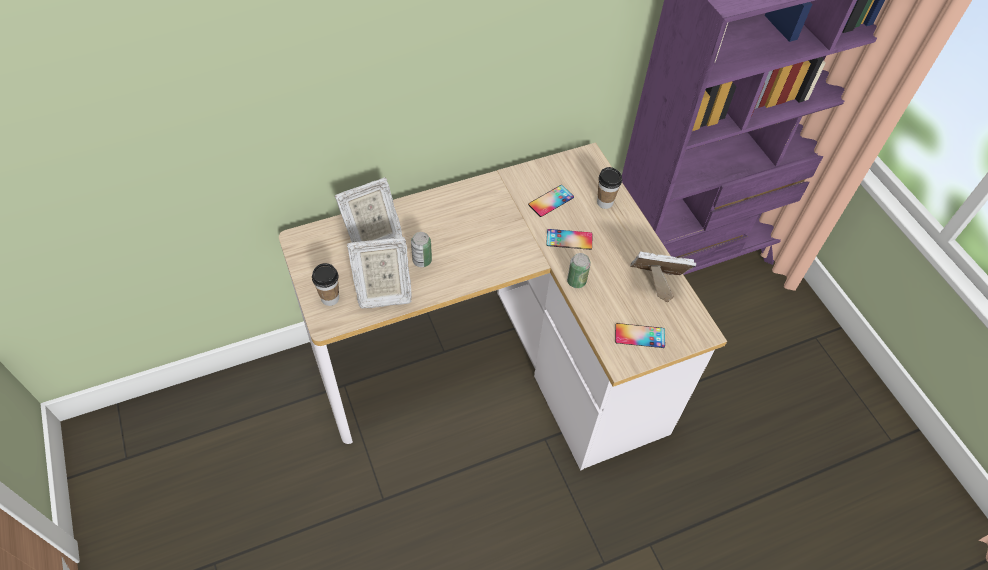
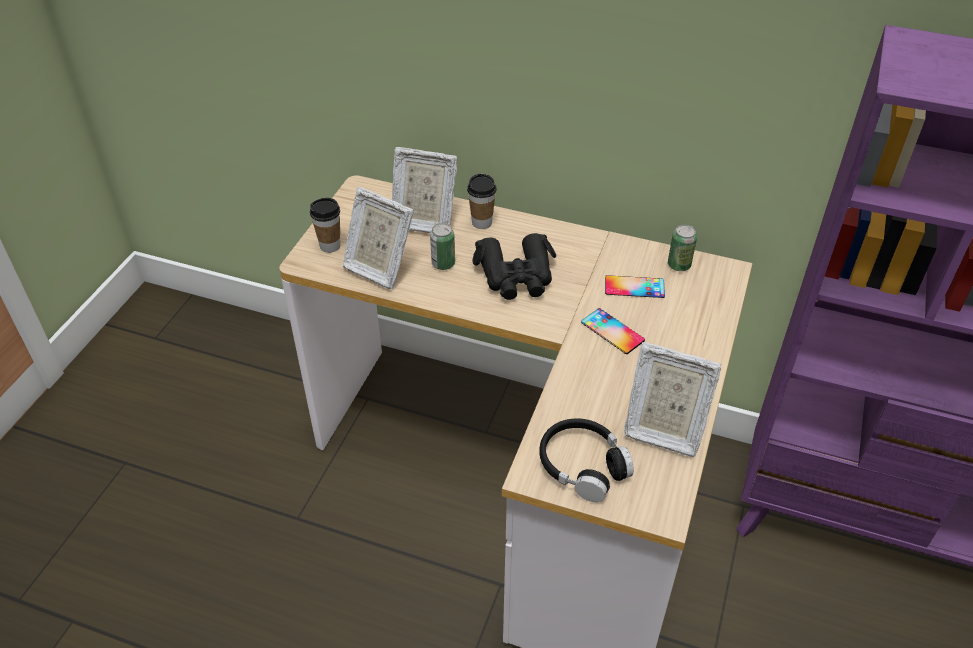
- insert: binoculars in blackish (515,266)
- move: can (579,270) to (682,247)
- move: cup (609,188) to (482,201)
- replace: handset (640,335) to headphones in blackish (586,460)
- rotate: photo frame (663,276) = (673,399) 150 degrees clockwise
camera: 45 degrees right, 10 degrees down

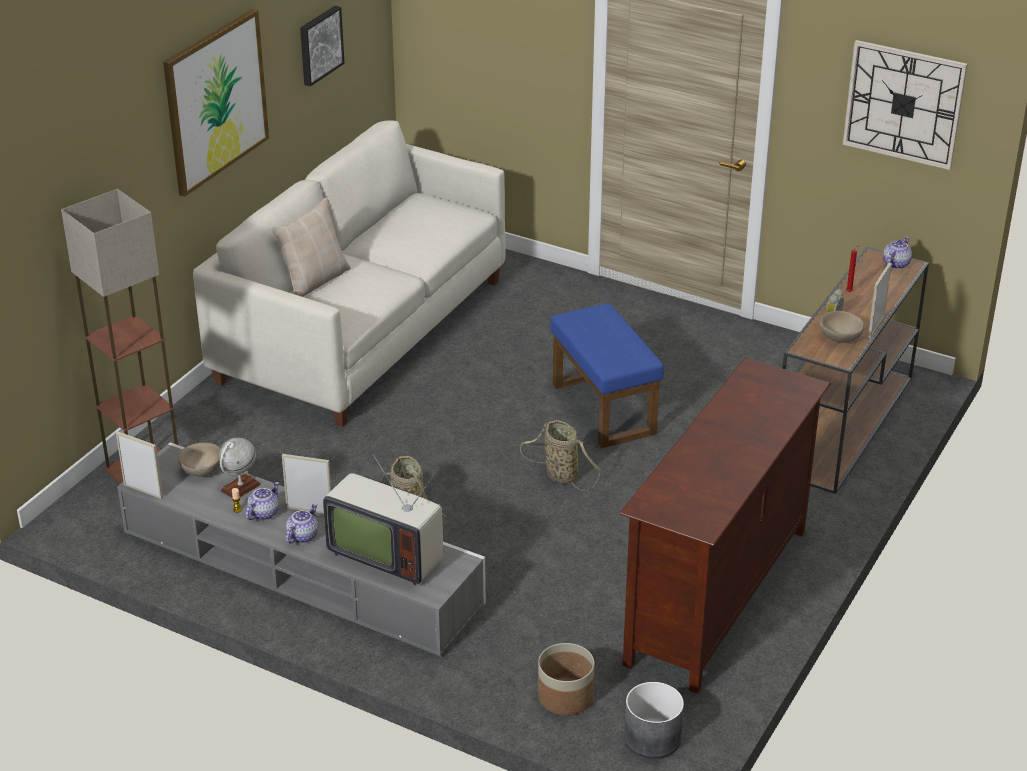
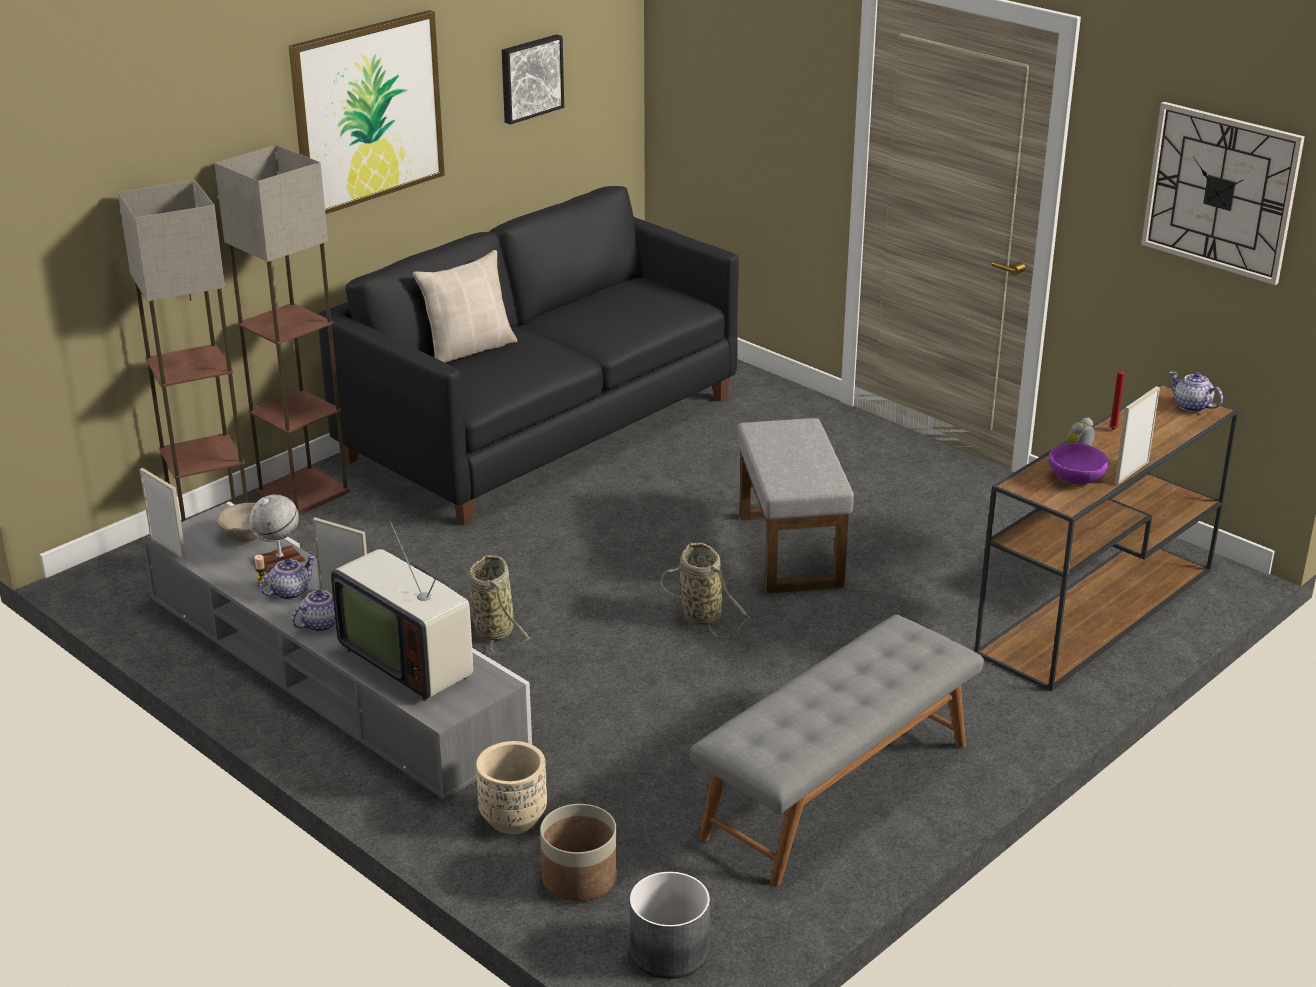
- insert: standing lamp (282,330)
- insert: planter in beige-coloured (511,787)
- replace: media console in brown (725,526) to long seat in gray (837,750)
- recolor: settee in white (349,273) to settee in blackish (528,356)
- recolor: pouffe in bluish (607,376) to pouffe in gray (795,506)
- recolor: deep dish in beige-coloured (842,327) to deep dish in purplish (1079,463)
- rotate: teapot (897,253) = (1196,391) 90 degrees counterclockwise
camera: 15 degrees right, 5 degrees down

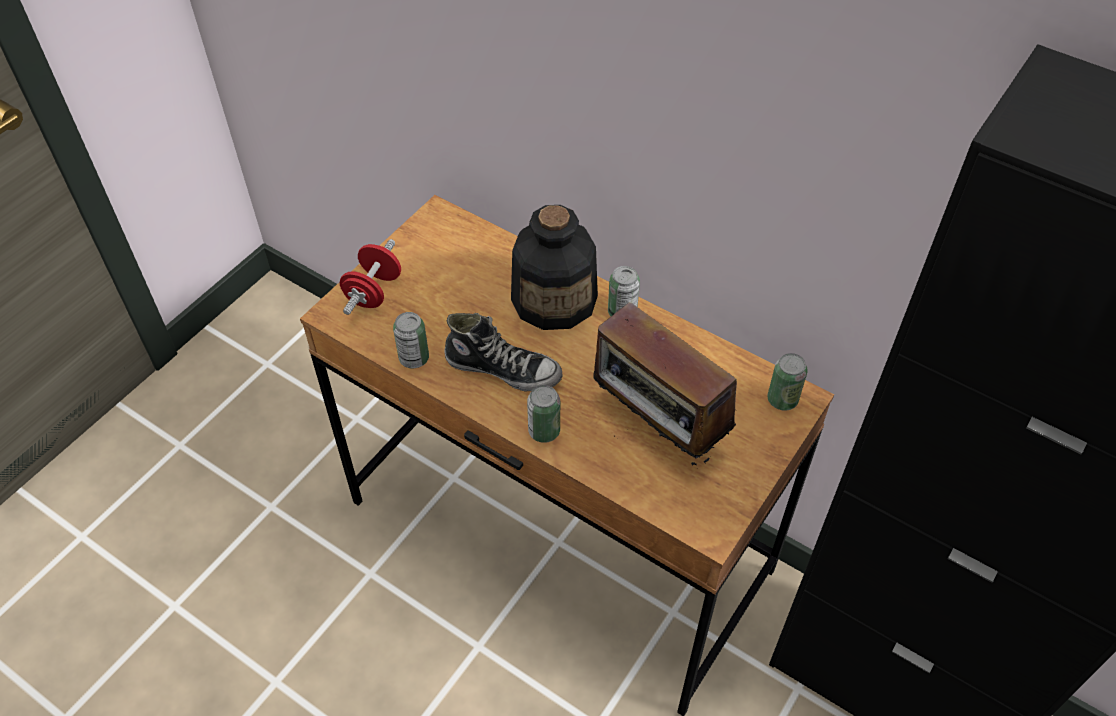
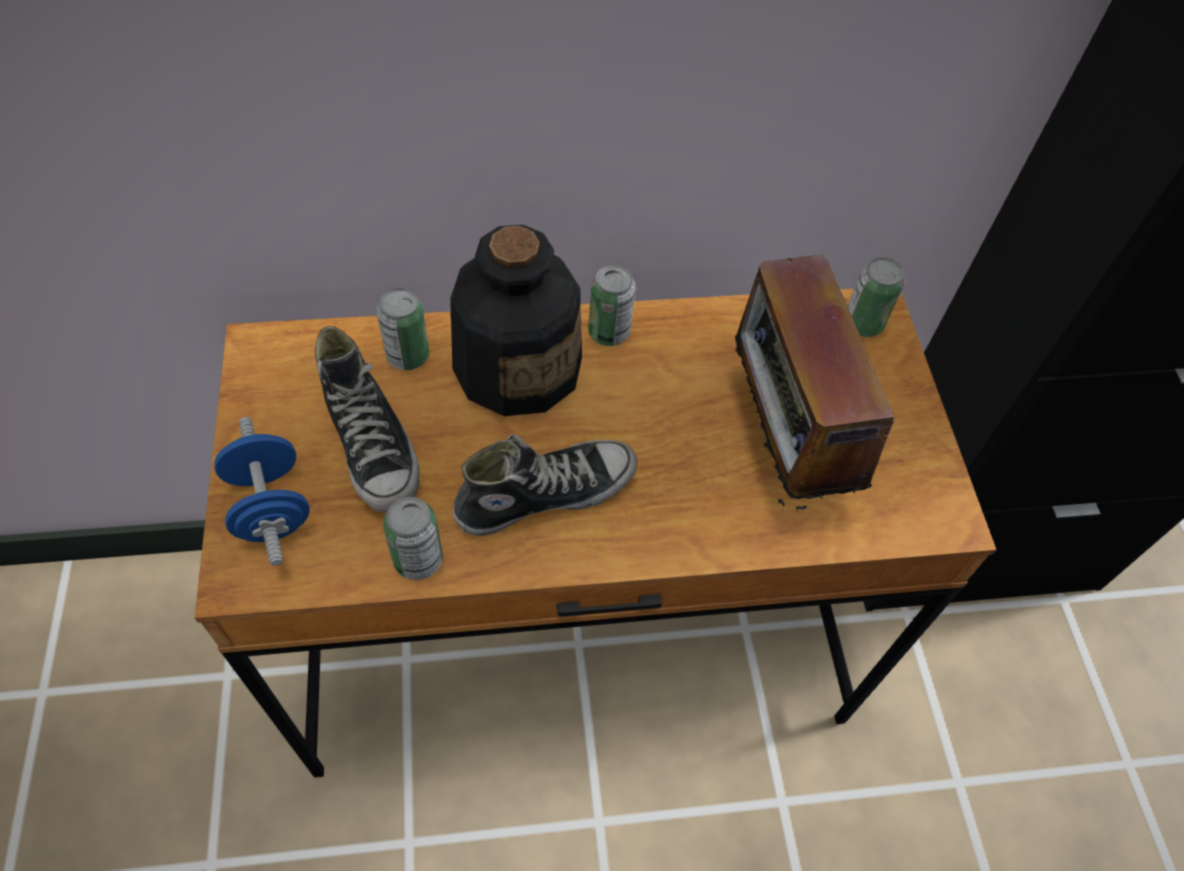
- insert: shoe (367,419)
- move: can (543,414) to (403,329)
- recolor: free weight in reddish (370,277) to free weight in bluish (262,491)
- rotate: radio (665,384) = (800,382) 75 degrees clockwise
camera: 45 degrees left, 5 degrees up

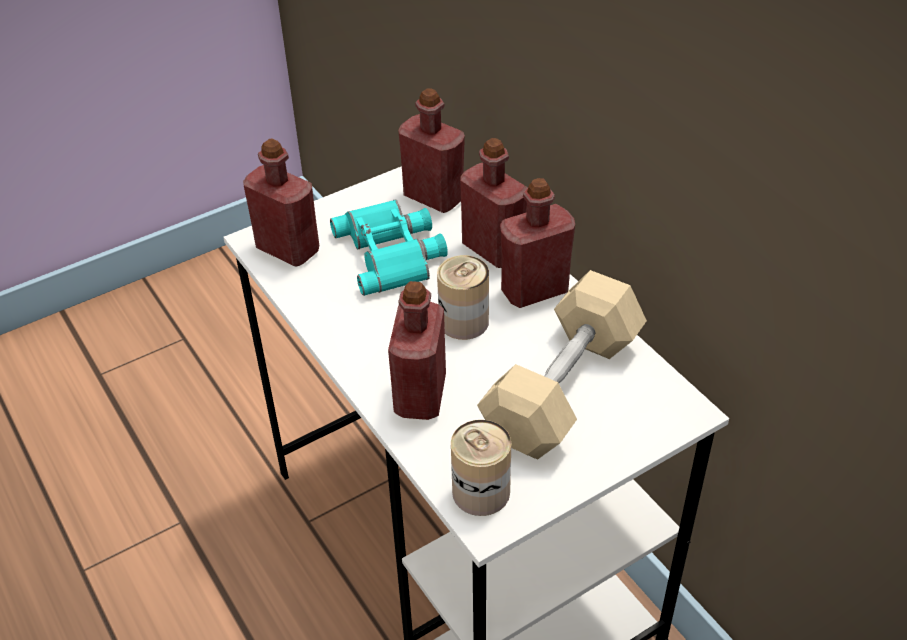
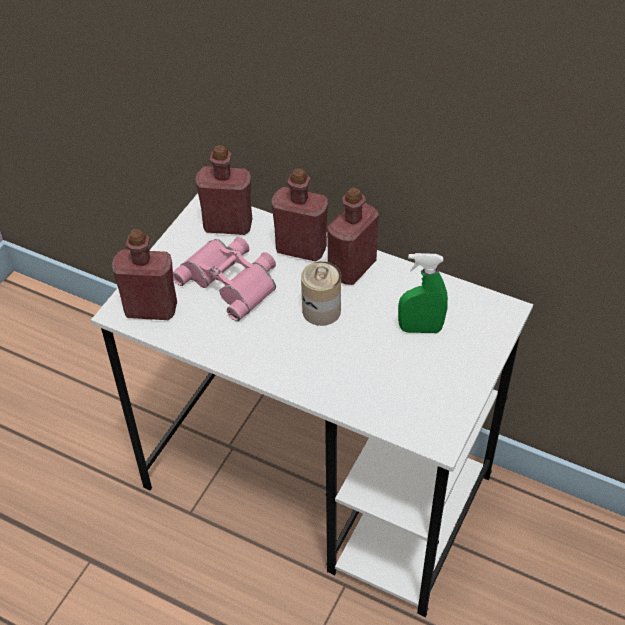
- delete: drink bottle in reddish (417,350)
- delete: can (481,468)
- replace: free weight in beige-coloured (562,365) to hand sprayer in greenish (423,293)
- recolor: binoculars in turquoise-coloured (389,247) to binoculars in pink (224,279)
camera: 30 degrees left, 5 degrees up

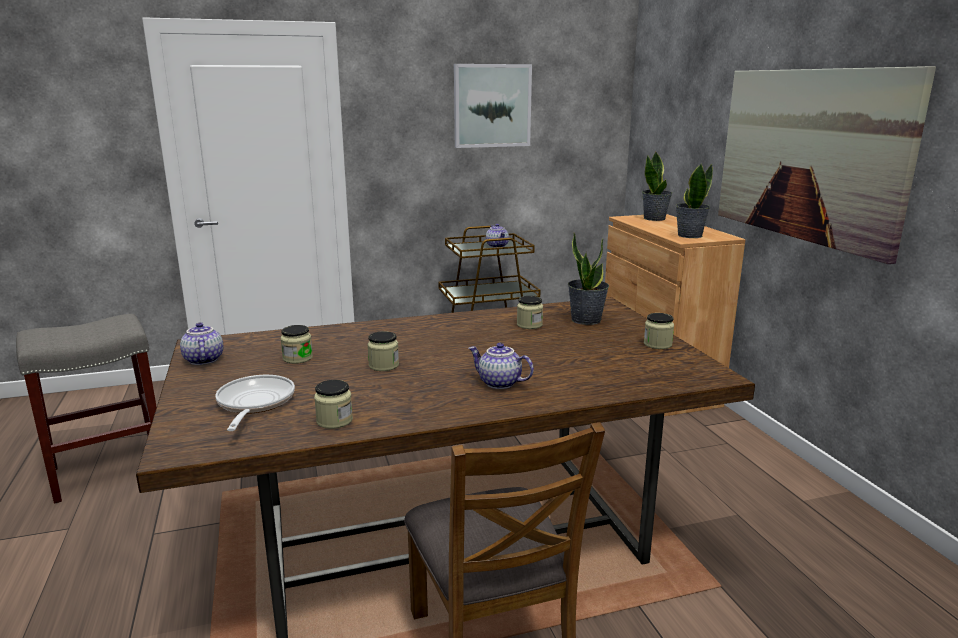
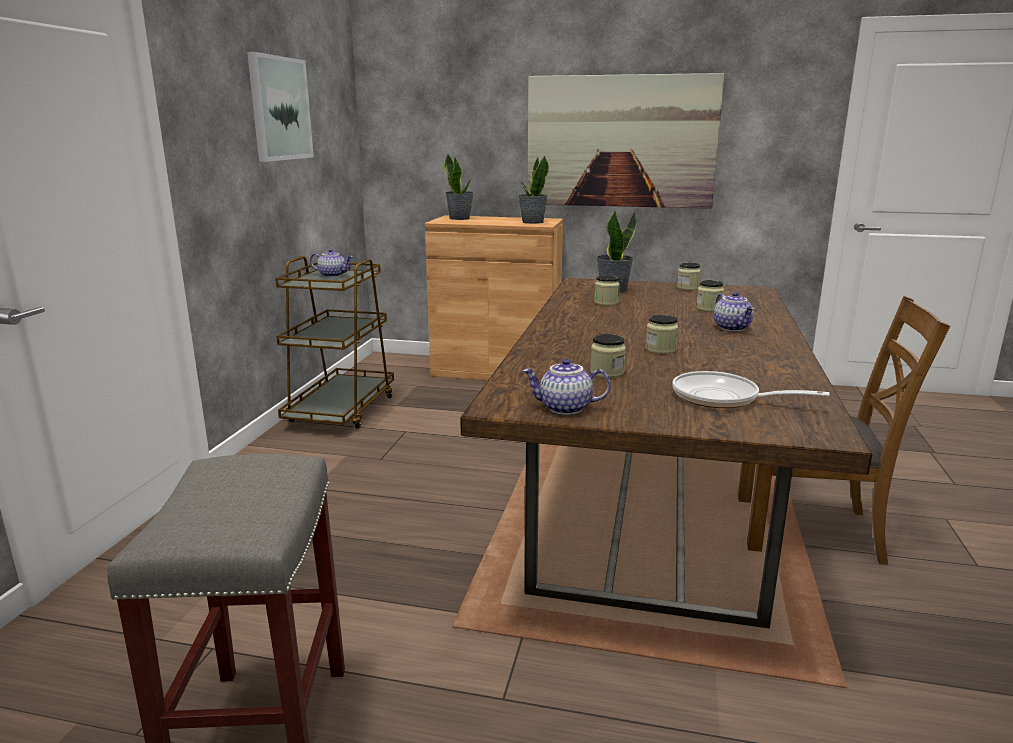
- move: storage jar (333,404) to (710,295)
- rotate: teapot (501,366) = (734,311) 75 degrees counterclockwise
camera: 60 degrees left, 0 degrees up

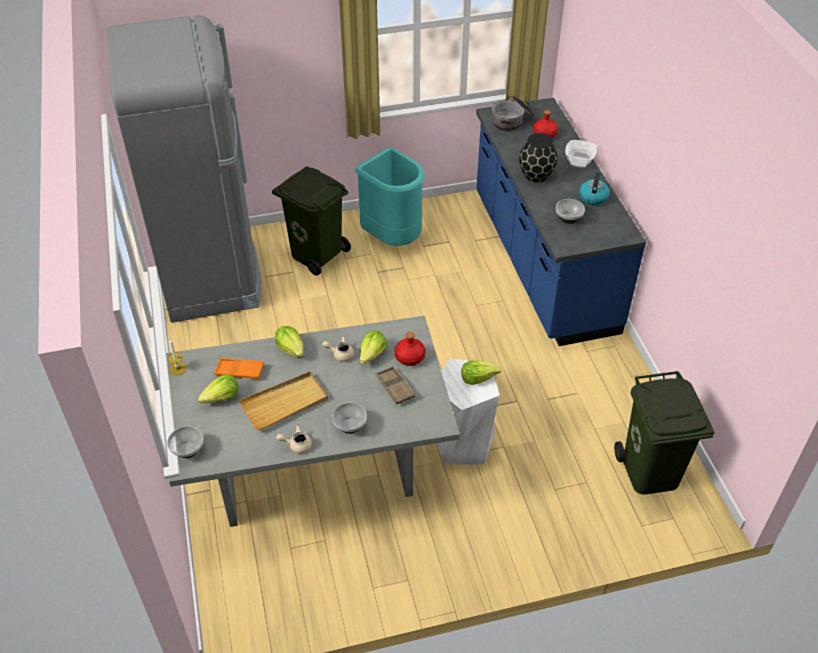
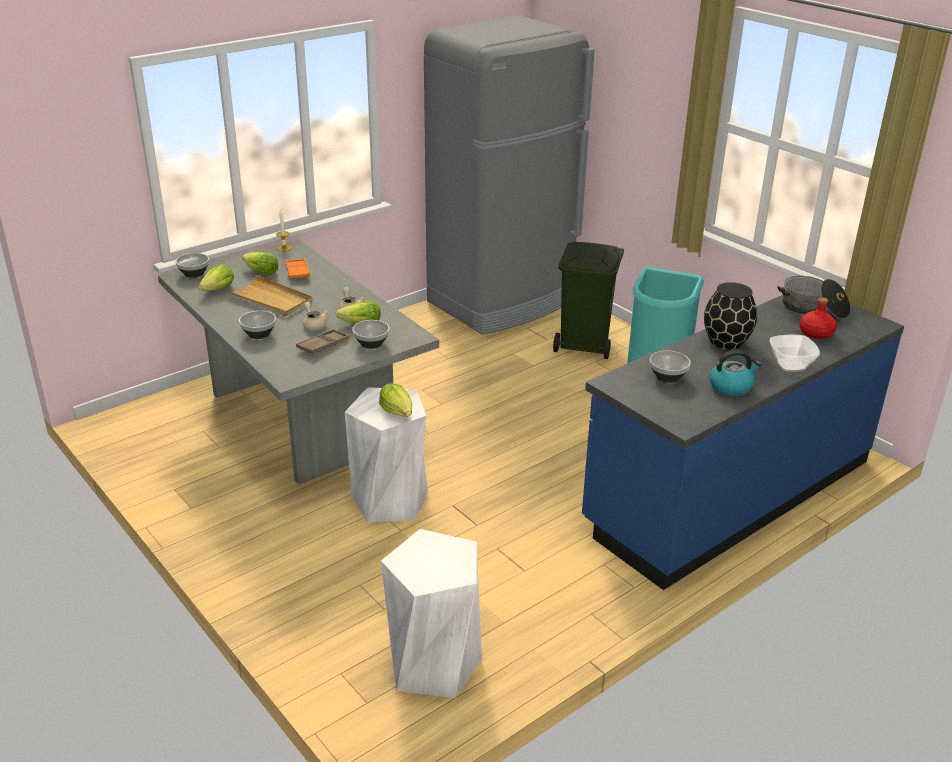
- move: head of lettuce (289,342) to (216,277)
- move: teapot in beige-coloured (294,439) to (316,316)
- replace: drink bottle in reddish (410,349) to deep dish (370,334)
- replace: rubbish bin in greenish (664,432) to stool in white (431,613)
camera: 65 degrees right, 15 degrees down

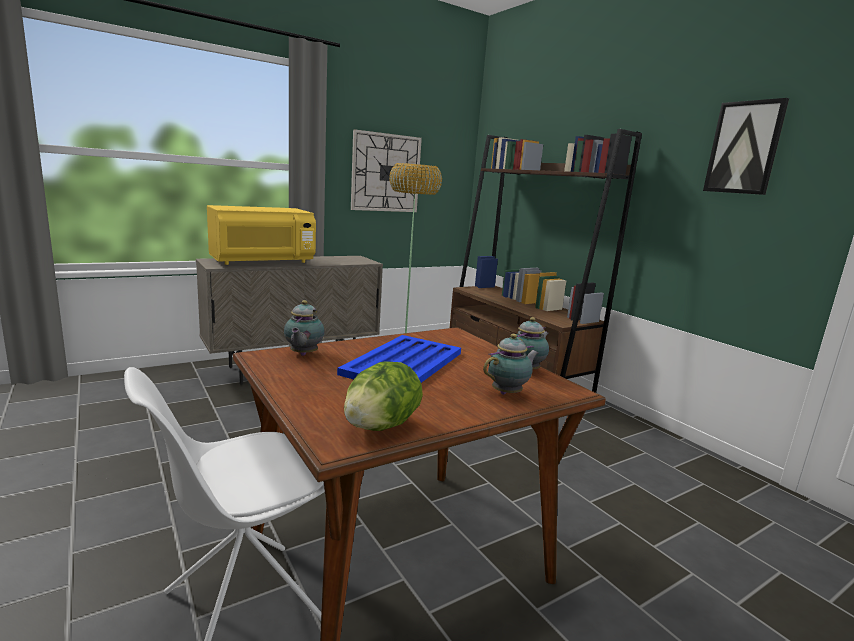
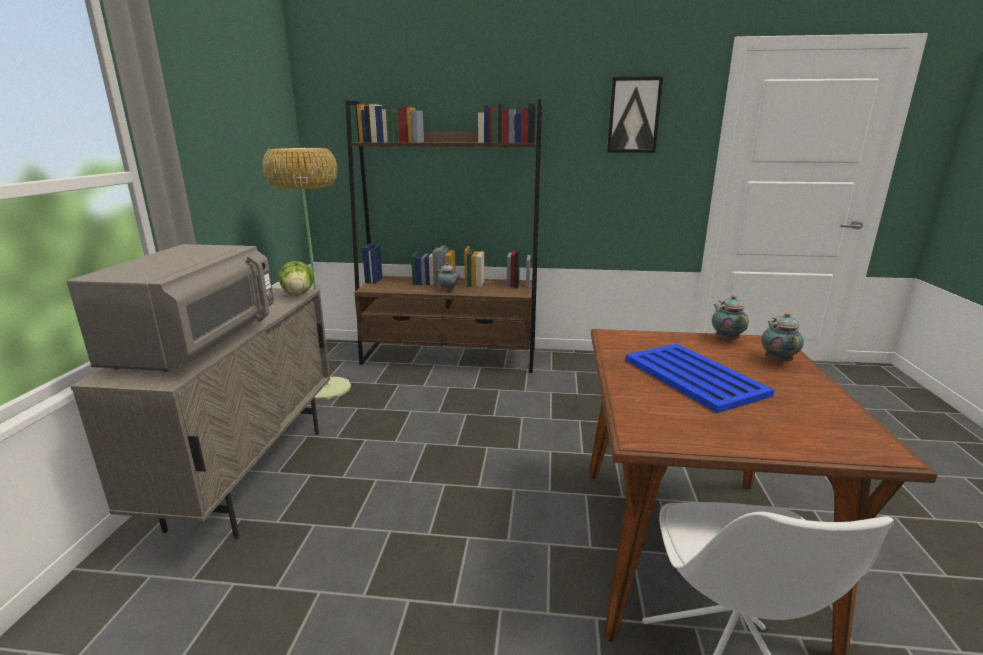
- delete: clock on the wall (386,170)
- move: teapot (304,328) to (448,277)
- move: head of lettuce (383,396) to (296,278)
- recolor: microwave oven in yellow (261,235) to microwave oven in gray (170,308)
camera: 50 degrees left, 5 degrees up

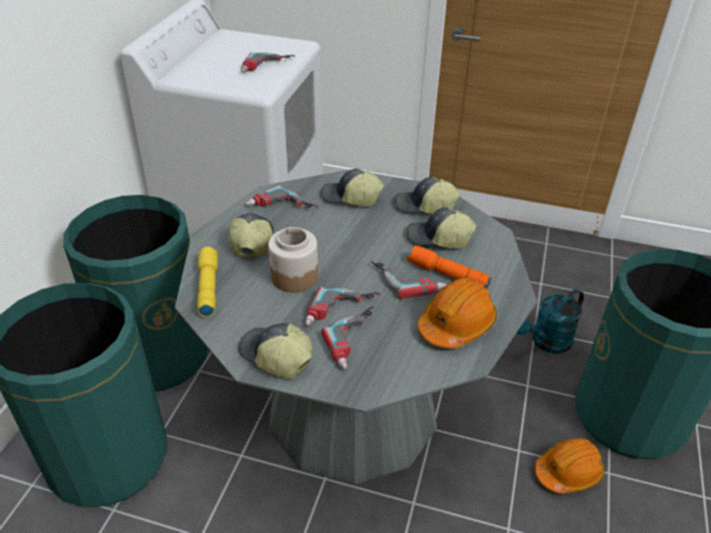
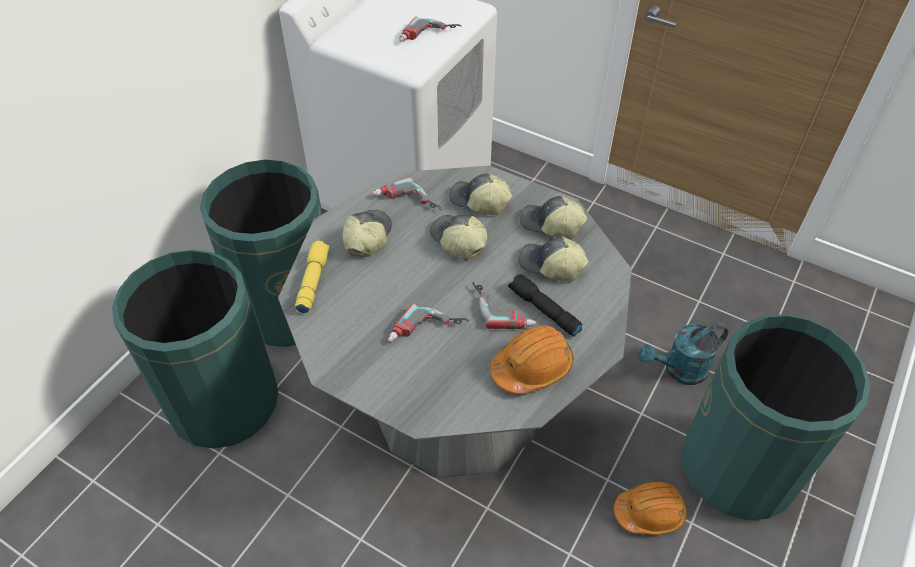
- delete: storage jar (293,259)
- delete: drill (348,338)
- move: baseball cap (275,351) to (458,237)
- recolor: torch in orange (449,267) to torch in blackish (545,305)
camera: 15 degrees right, 10 degrees up

